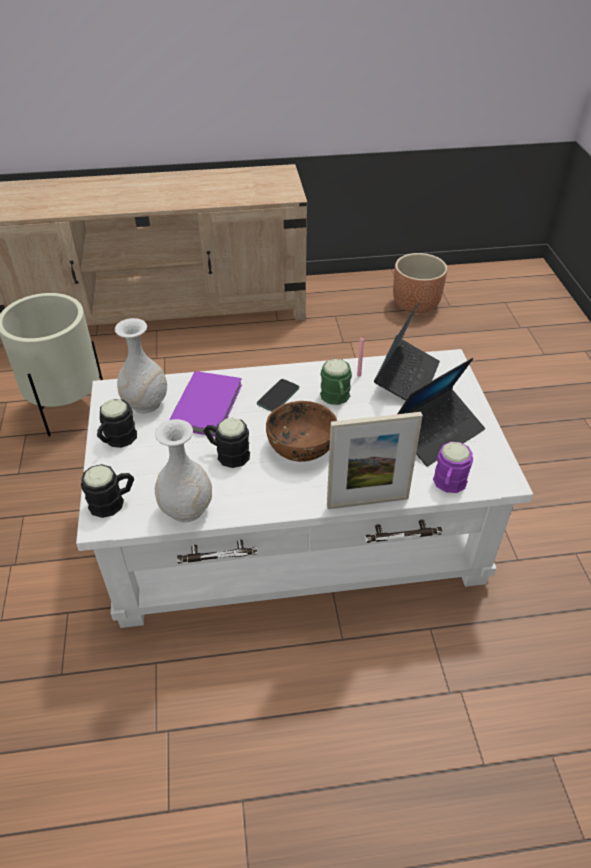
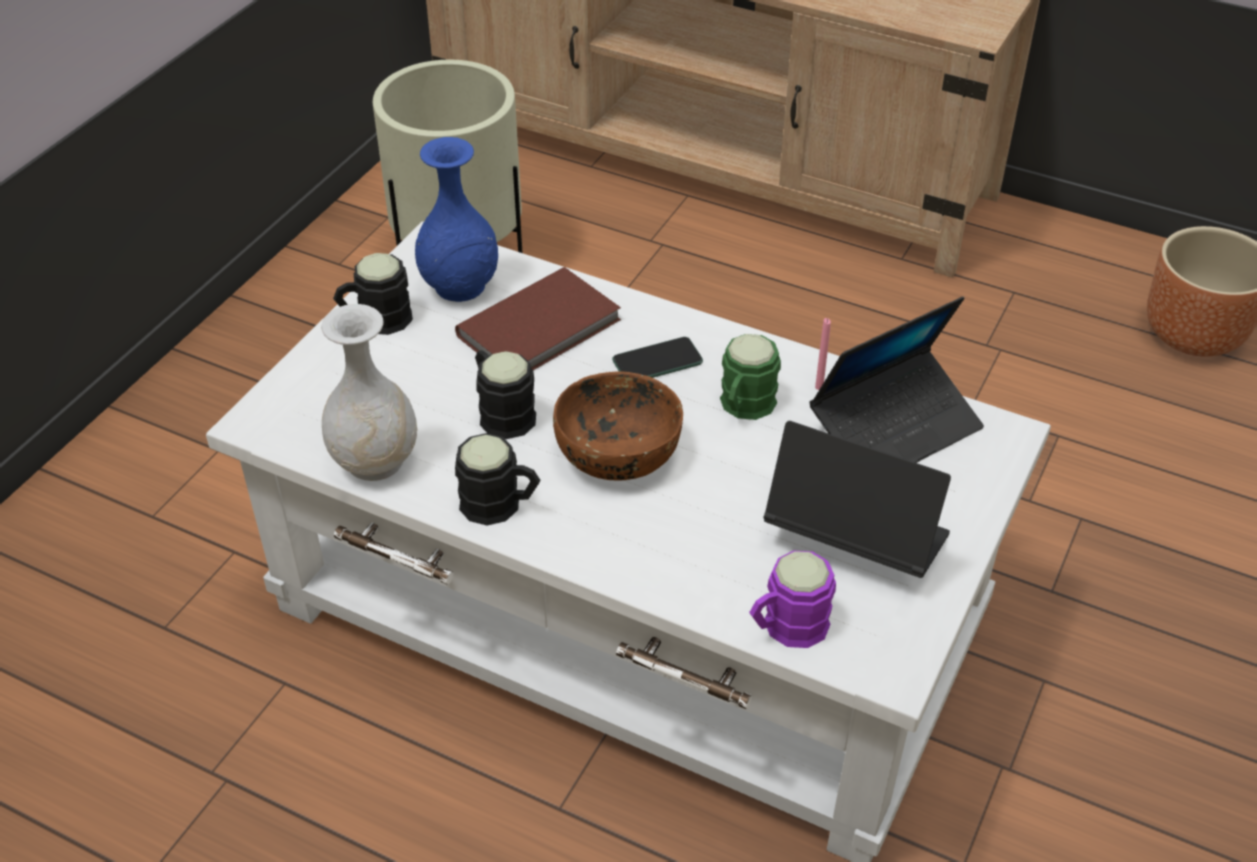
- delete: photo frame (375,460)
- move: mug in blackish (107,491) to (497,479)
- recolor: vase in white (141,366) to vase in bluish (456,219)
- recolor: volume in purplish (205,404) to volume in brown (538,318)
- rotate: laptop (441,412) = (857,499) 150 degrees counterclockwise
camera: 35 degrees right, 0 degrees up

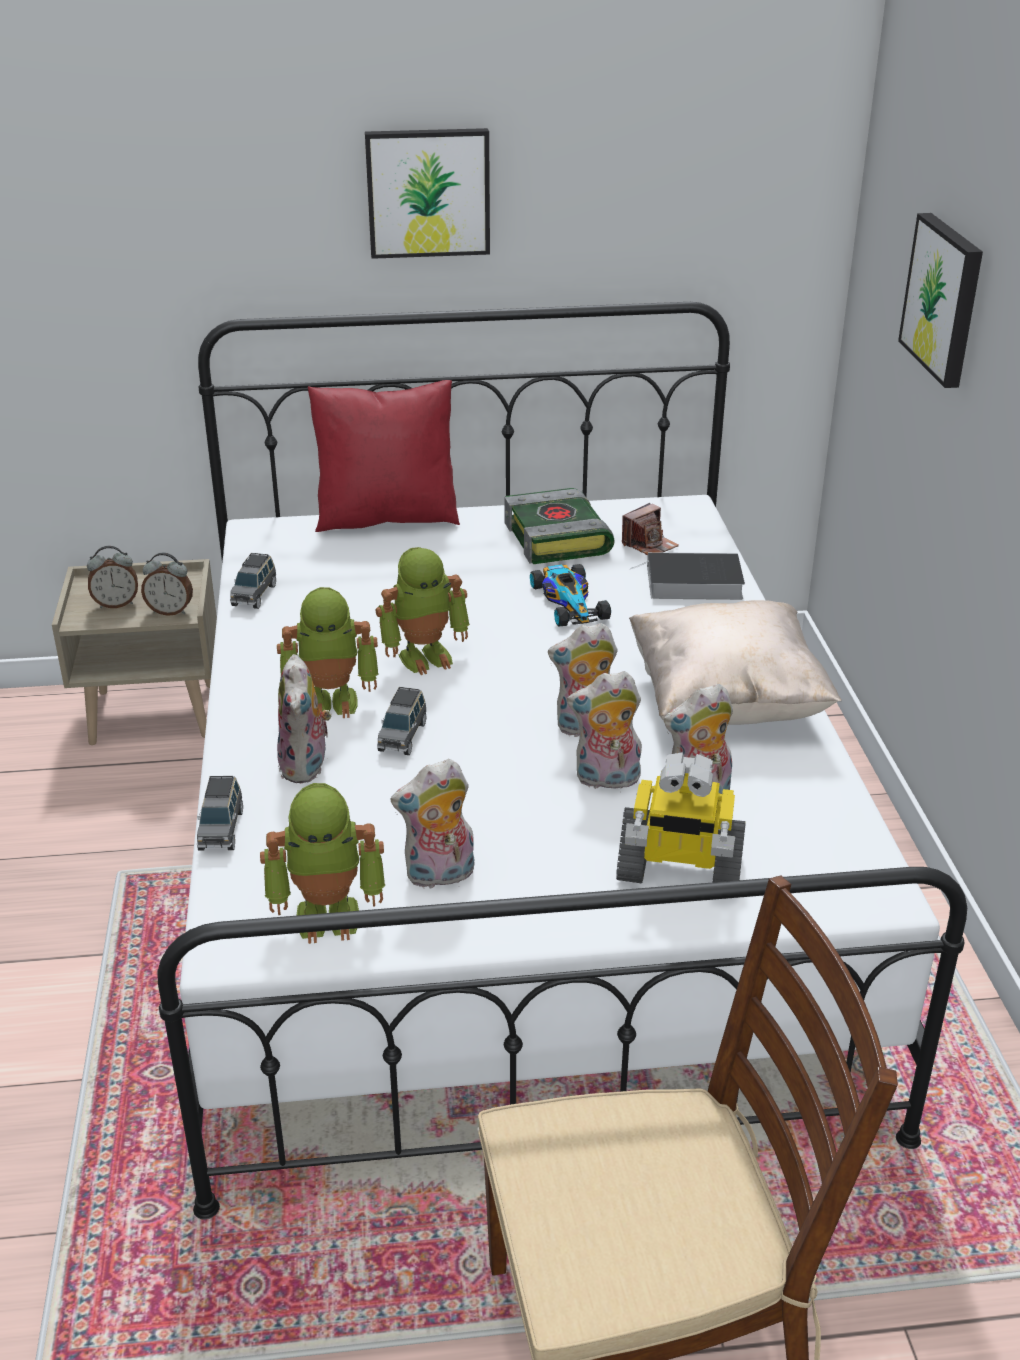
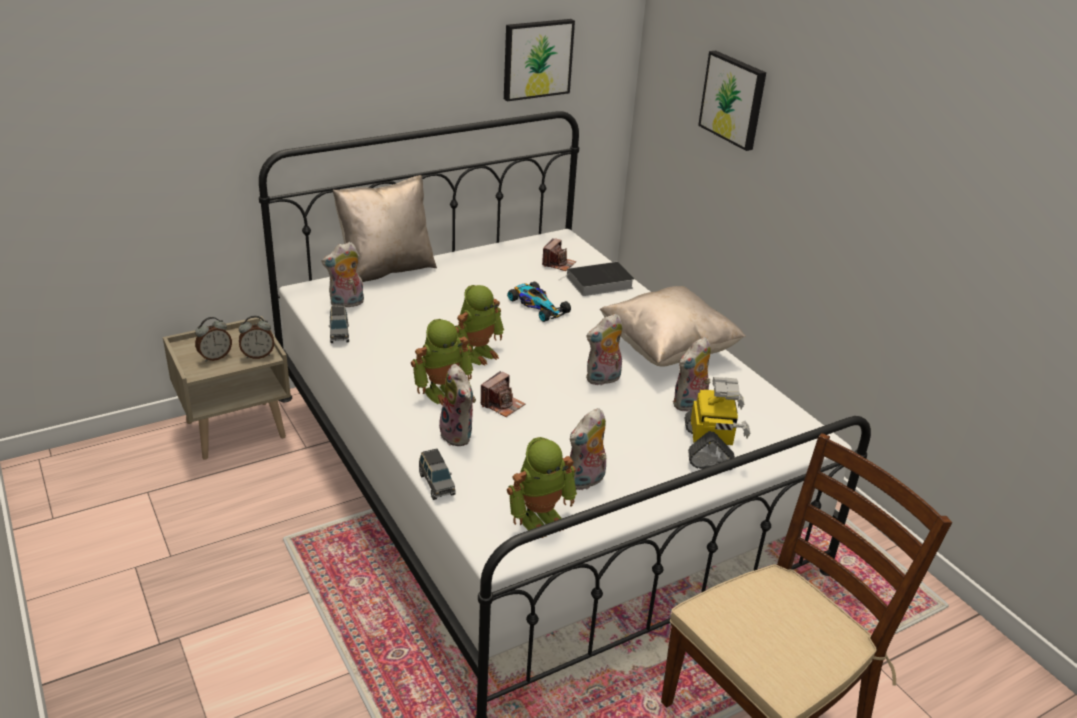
- delete: volume (559,526)
- move: wall picture (427,193) to (539,60)
- move: soft toy (604,730) to (343,274)
- replace: miniature car in gray (401,721) to still camera (502,394)
- recolor: throw pillow in reddish (384,456) to throw pillow in beige-coloured (385,228)
- rotate: toy robot (681,817) = (717,423) 75 degrees counterclockwise
camera: 25 degrees left, 0 degrees up

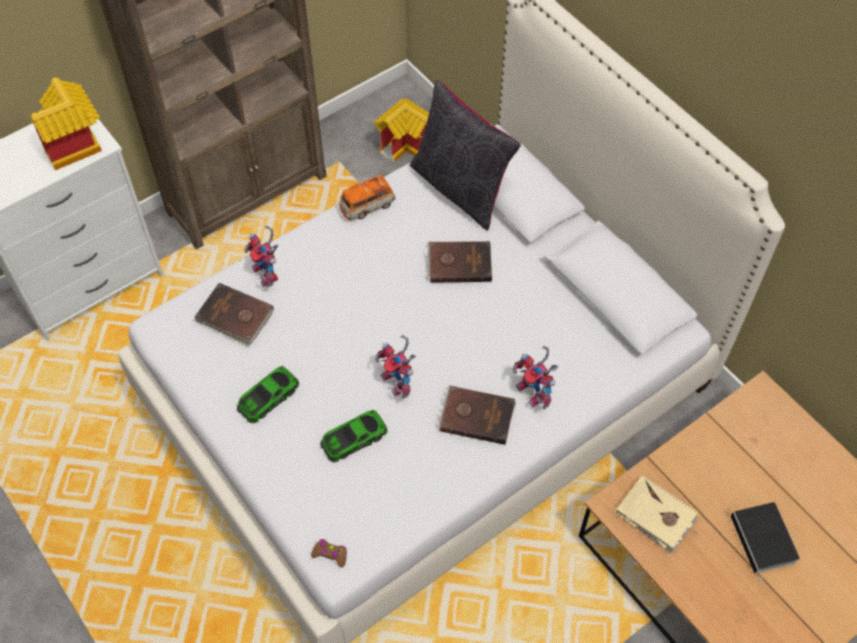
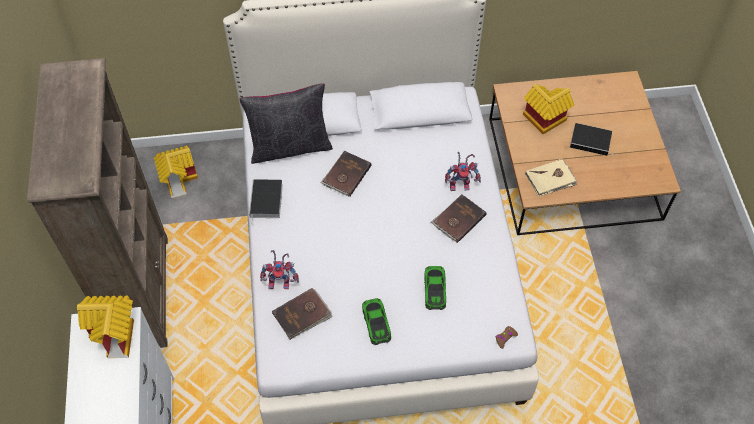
- delete: toy robot (395,367)
- insert: model house (549,108)
- replace: miniature car (367,197) to volume (266,202)
camera: 60 degrees left, 0 degrees up

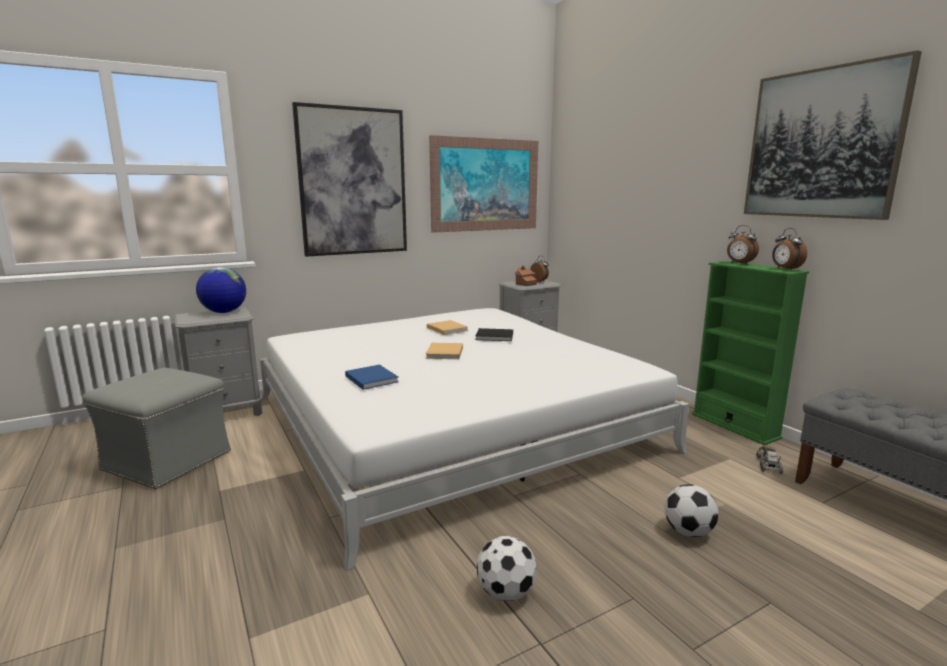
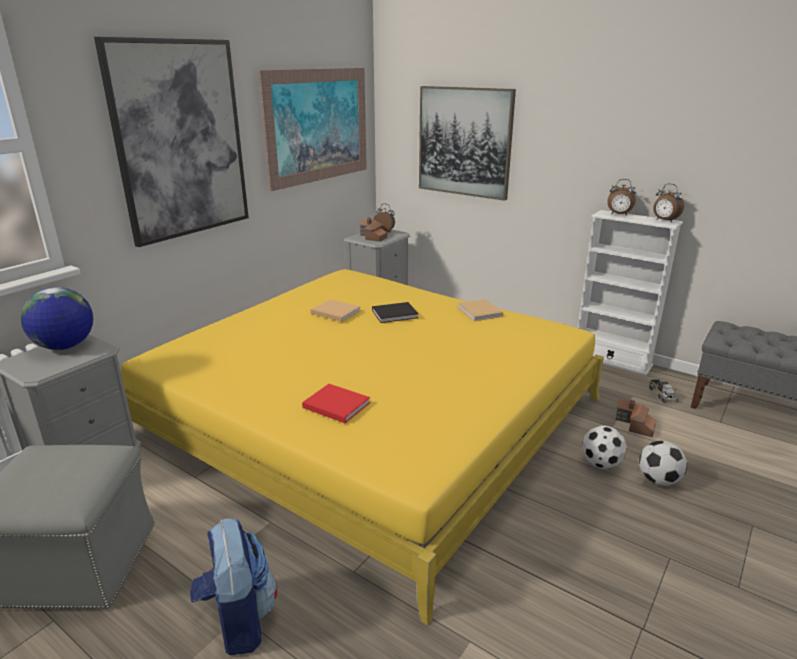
- insert: knapsack (233,586)
- insert: model house (636,418)
- move: volume in beige-coloured (444,351) to (480,310)
- move: football ball (507,568) to (604,447)
- move: wall picture (833,135) to (467,143)
- recolor: bedroom bed in white (474,439) to bedroom bed in yellow (362,447)
- recolor: volume in bluish (372,377) to volume in reddish (336,403)
- recolor: shelving unit in greenish (750,353) to shelving unit in white (630,293)
camera: 25 degrees left, 10 degrees up

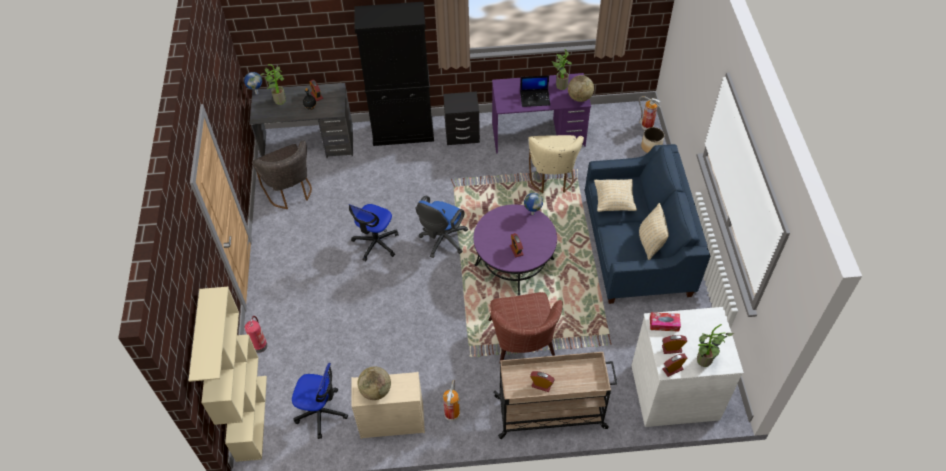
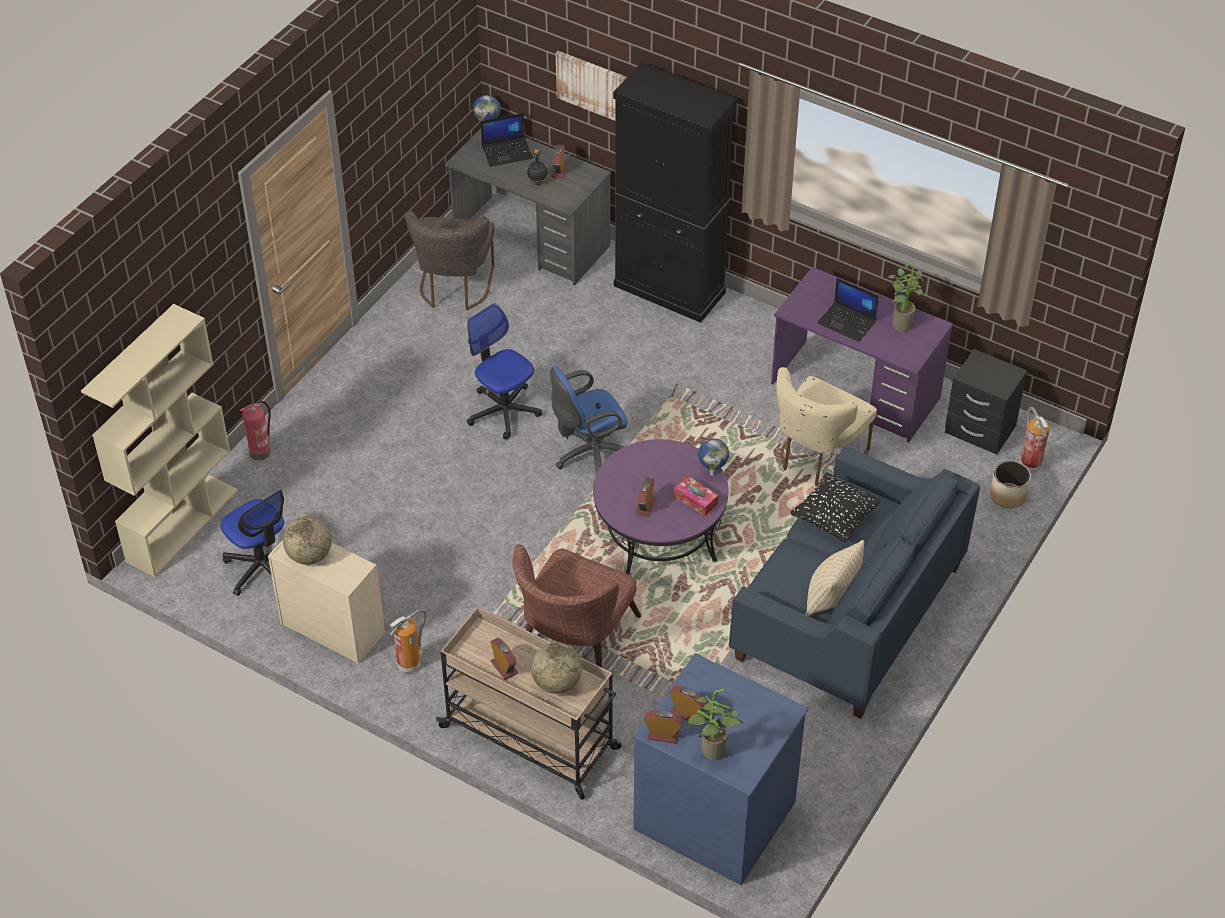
- insert: wall picture (591,86)
- move: night table in blackish (461,118) to (986,402)
- move: globe (581,88) to (556,668)
- move: box of tissues (665,322) to (696,496)
- replace: potted plant (273,84) to laptop (507,140)
- recolor: throw pillow in beige-coloured (615,195) to throw pillow in blackish (835,507)
- recolor: chest of drawers in white (687,367) to chest of drawers in bluish (721,769)
- rotate: office chair (373,232) = (504,371) 75 degrees clockwise
camera: 35 degrees right, 5 degrees down

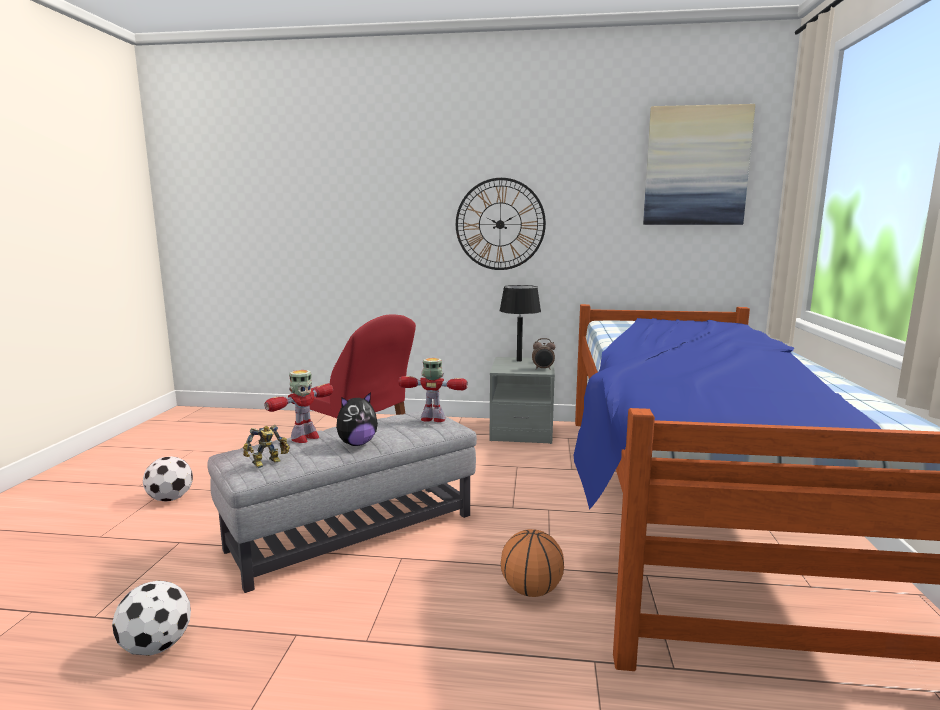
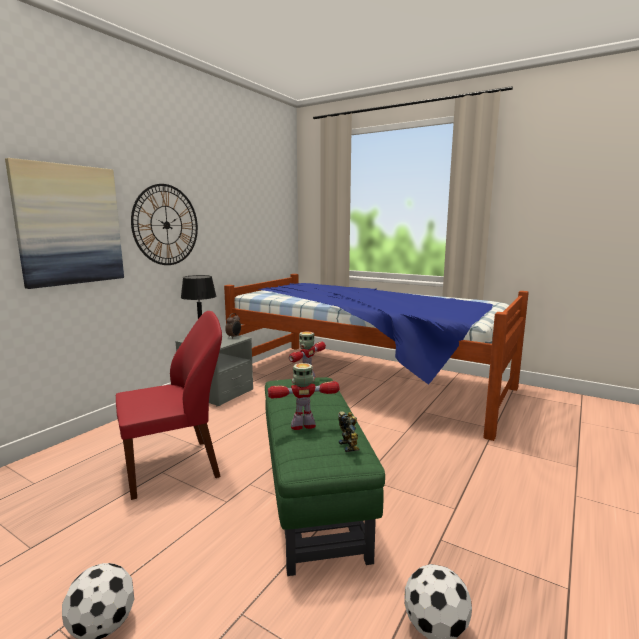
- delete: soft toy (357,419)
- delete: basketball (532,563)
- move: wall picture (699,164) to (64,223)
- recolor: pouffe in gray (342,502) to pouffe in greenish (325,476)
- rotate: toy robot (298,406) = (303,396) 75 degrees counterclockwise
camera: 65 degrees left, 0 degrees up

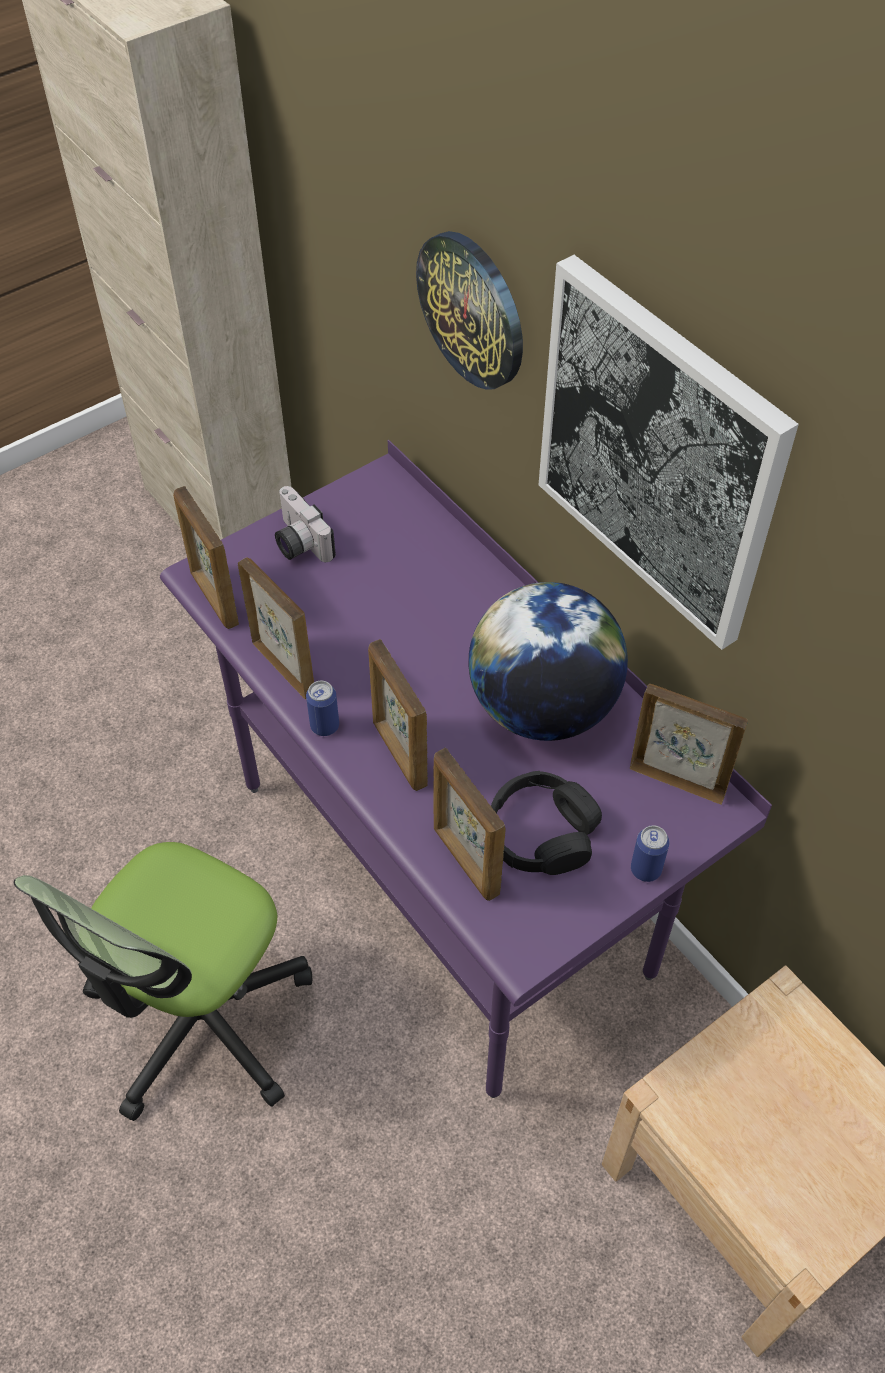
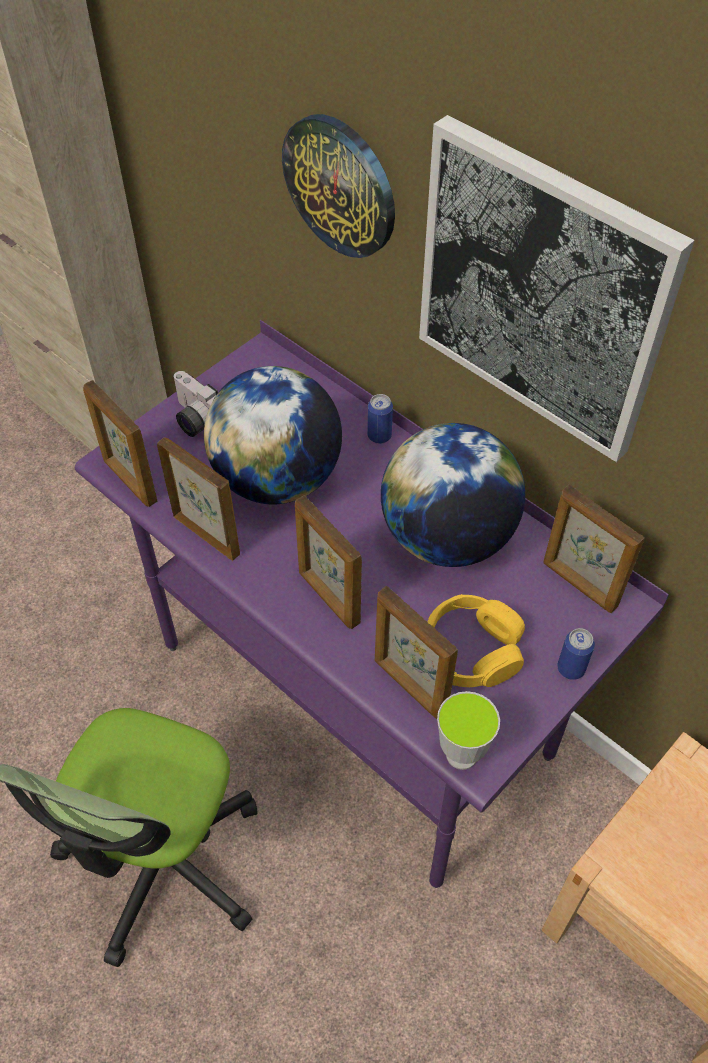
- insert: globe (273,435)
- insert: cup (468,730)
- move: can (322,708) to (380,419)
- recolor: headphones in blackish (546,823) to headphones in yellow (476,640)
- rotate: photo frame (689,744) = (594,549) 150 degrees counterclockwise
camera: 10 degrees left, 0 degrees up

